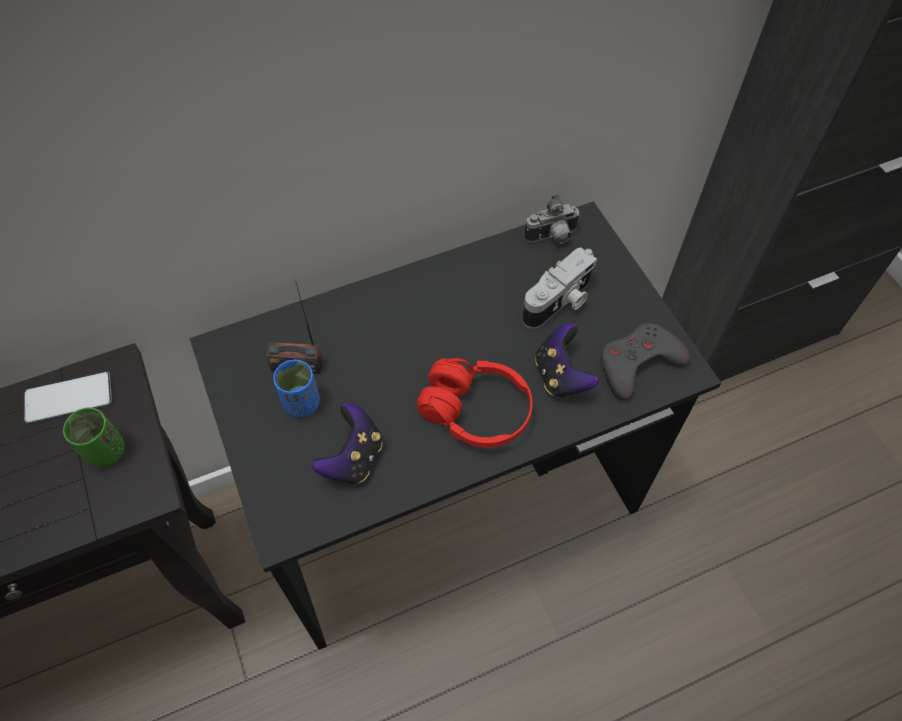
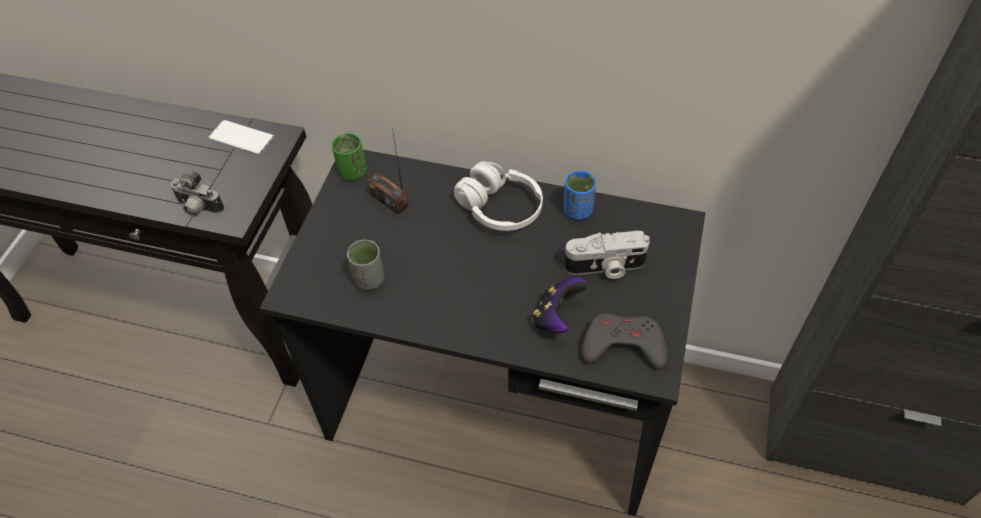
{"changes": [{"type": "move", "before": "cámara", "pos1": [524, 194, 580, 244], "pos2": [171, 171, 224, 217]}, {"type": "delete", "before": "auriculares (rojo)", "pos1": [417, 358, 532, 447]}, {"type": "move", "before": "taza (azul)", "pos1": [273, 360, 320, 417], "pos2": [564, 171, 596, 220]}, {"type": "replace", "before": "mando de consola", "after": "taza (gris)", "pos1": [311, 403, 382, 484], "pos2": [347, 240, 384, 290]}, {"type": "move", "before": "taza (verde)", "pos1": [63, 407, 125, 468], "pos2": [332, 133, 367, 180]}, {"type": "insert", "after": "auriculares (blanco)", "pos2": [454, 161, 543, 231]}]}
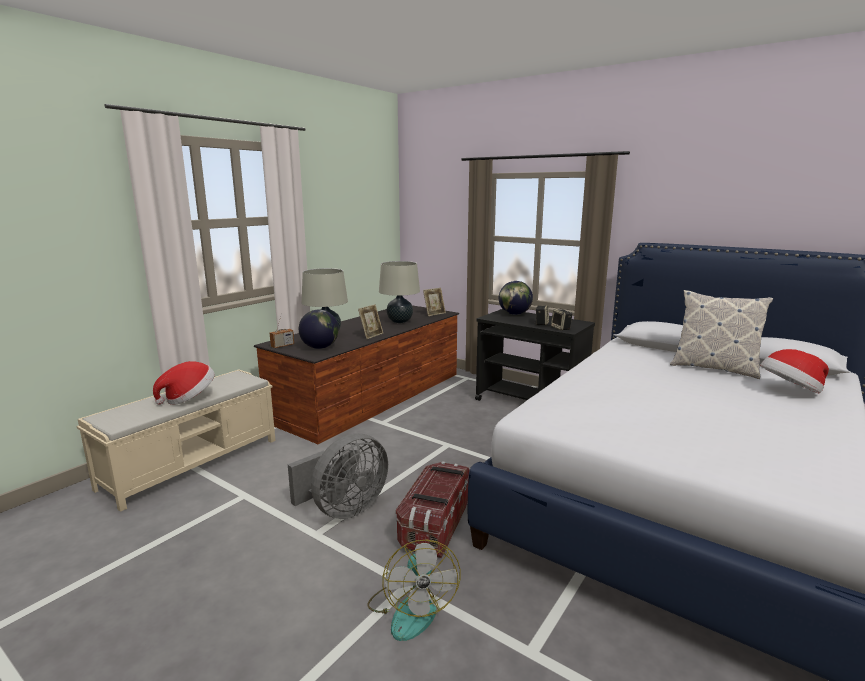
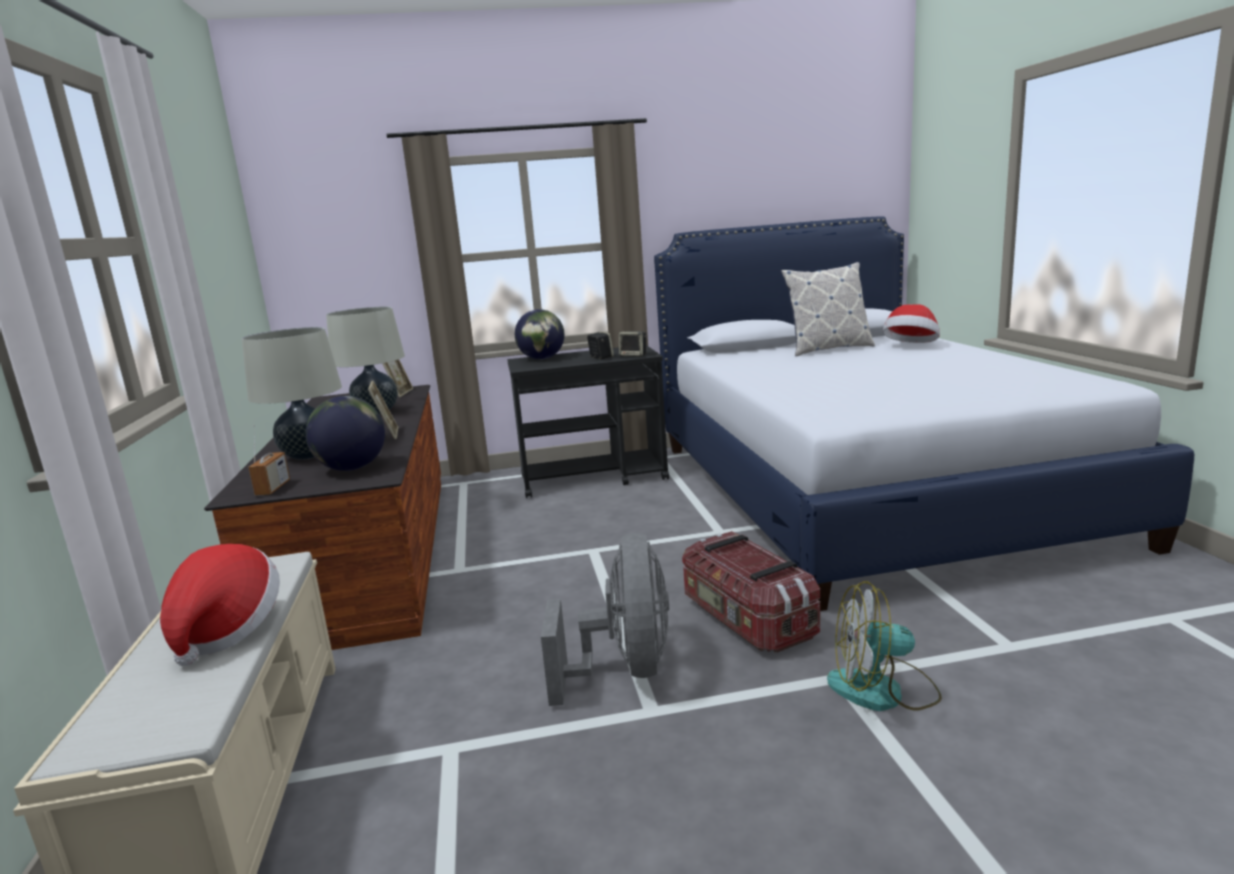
{"changes": [{"type": "rotate", "before": "ventilador", "pos1": [367, 540, 461, 641], "pos2": [827, 581, 942, 711], "turn": 150}]}
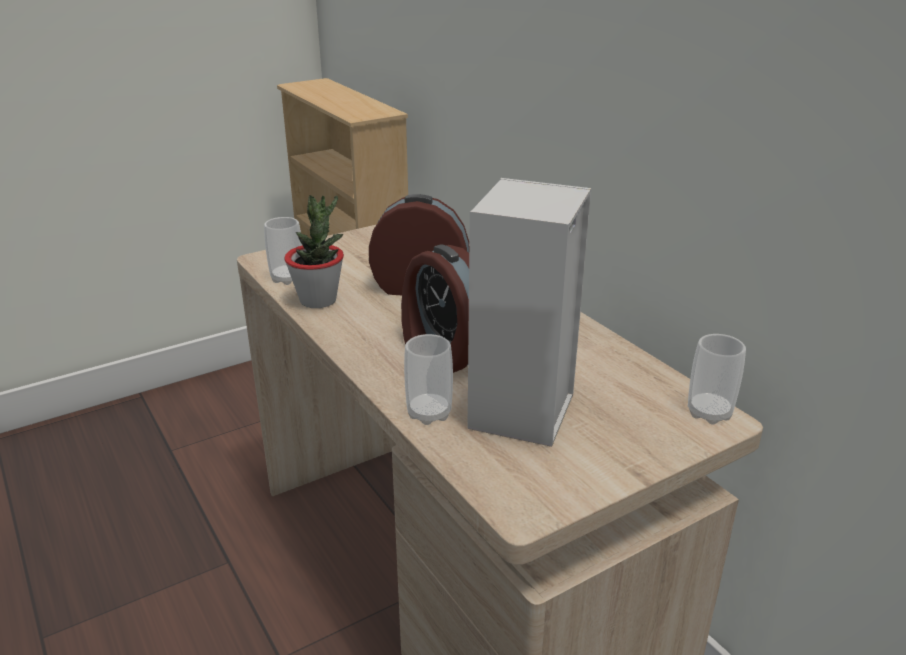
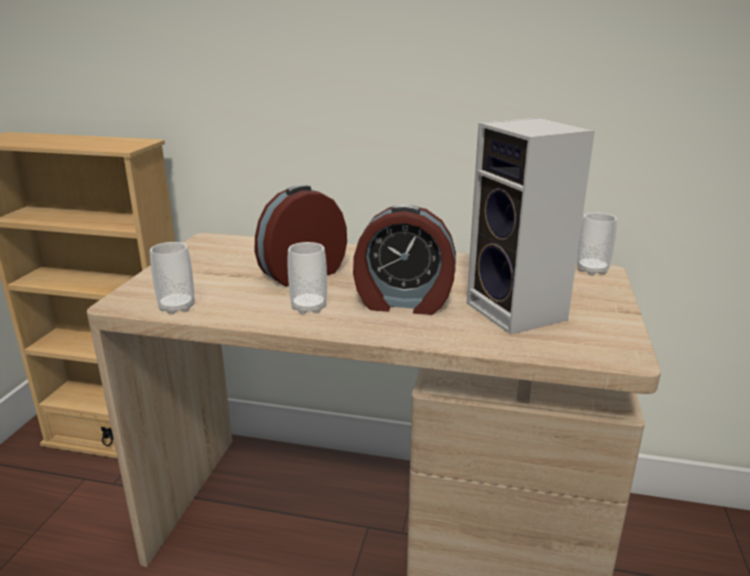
{"changes": [{"type": "delete", "before": "planta en maceta", "pos1": [284, 195, 344, 308]}, {"type": "move", "before": "taza", "pos1": [404, 334, 453, 425], "pos2": [287, 242, 327, 314]}]}
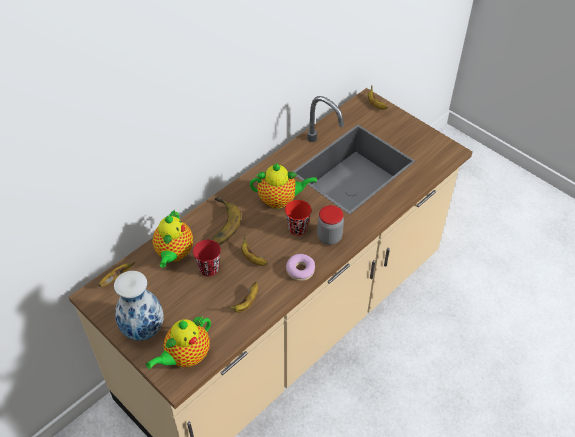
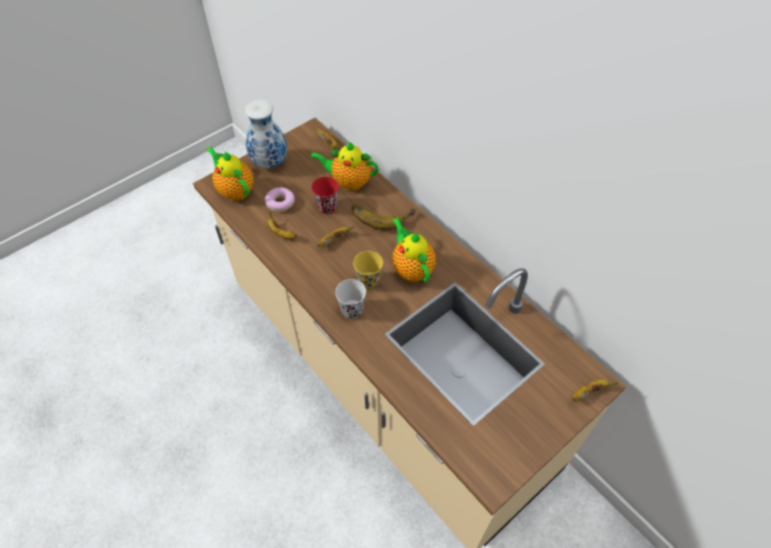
{"changes": [{"type": "rotate", "before": "tetera", "pos1": [250, 163, 317, 209], "pos2": [392, 218, 436, 282], "turn": 150}, {"type": "recolor", "before": "taza (rojo)", "after": "taza (amarillo)", "pos1": [285, 200, 311, 235], "pos2": [353, 251, 383, 290]}, {"type": "replace", "before": "tarro", "after": "taza (negro)", "pos1": [317, 205, 344, 245], "pos2": [335, 279, 366, 319]}, {"type": "move", "before": "rosquilla", "pos1": [286, 254, 315, 281], "pos2": [265, 187, 295, 212]}]}
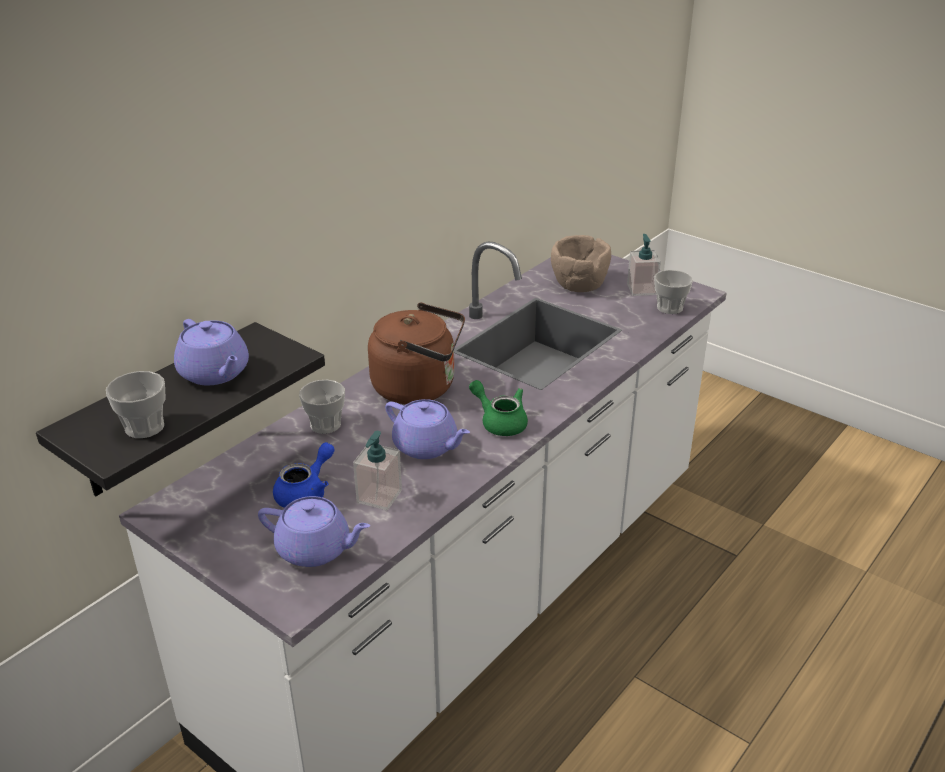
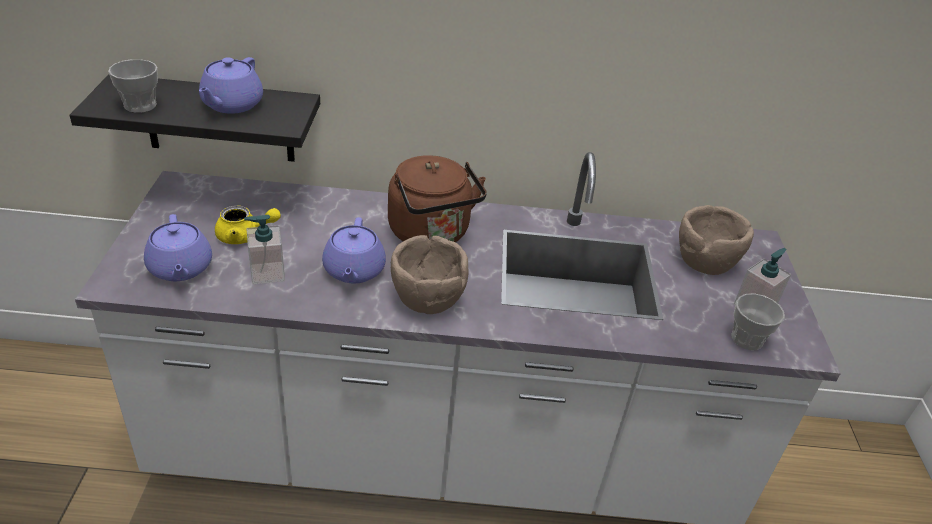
{"changes": [{"type": "delete", "before": "taza", "pos1": [299, 380, 345, 434]}, {"type": "replace", "before": "tetera (verde)", "after": "cuenco (marrón)", "pos1": [469, 380, 528, 436], "pos2": [391, 235, 469, 314]}, {"type": "recolor", "before": "tetera (azul)", "after": "tetera (amarillo)", "pos1": [273, 442, 334, 508], "pos2": [215, 205, 281, 244]}]}
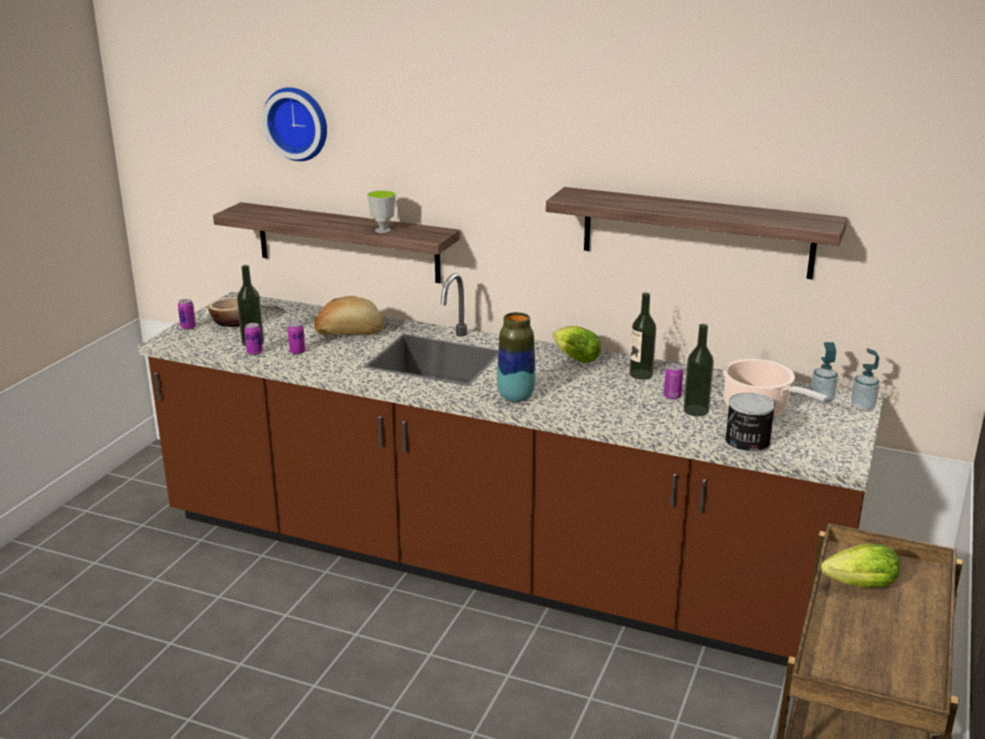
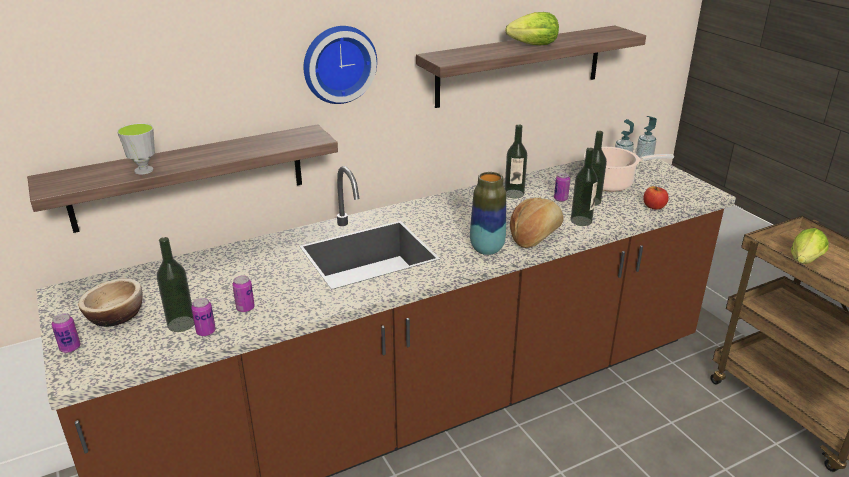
{"changes": [{"type": "move", "before": "reloj de pared", "pos1": [262, 87, 327, 161], "pos2": [304, 26, 377, 104]}, {"type": "move", "before": "taza", "pos1": [367, 190, 396, 233], "pos2": [117, 123, 155, 175]}, {"type": "move", "before": "pan", "pos1": [314, 296, 384, 335], "pos2": [510, 198, 564, 248]}, {"type": "move", "before": "lechuga", "pos1": [553, 326, 601, 363], "pos2": [505, 12, 559, 45]}, {"type": "replace", "before": "lata", "after": "manzana", "pos1": [725, 393, 775, 454], "pos2": [643, 186, 669, 210]}, {"type": "insert", "after": "botella", "pos2": [571, 148, 598, 226]}]}
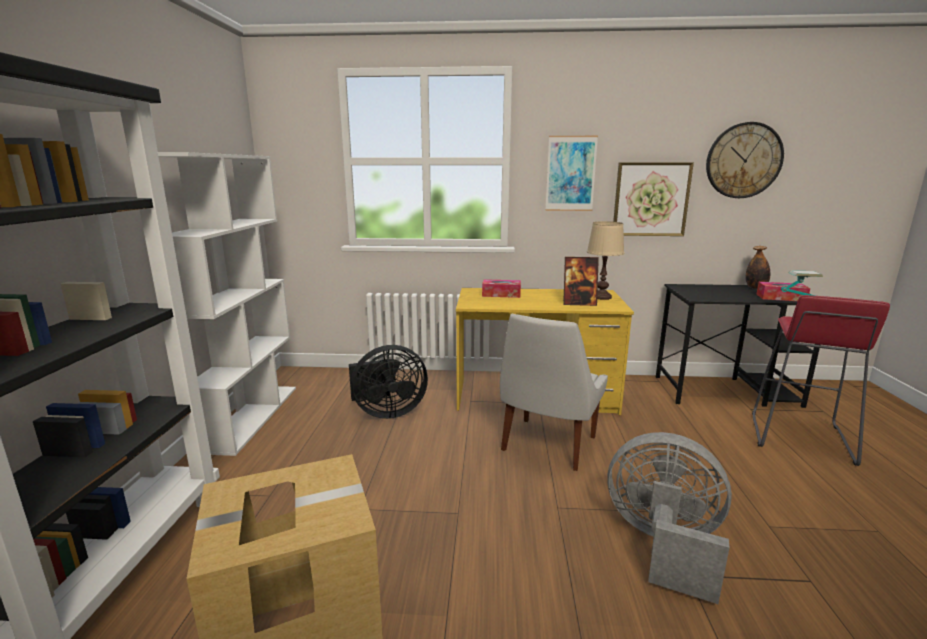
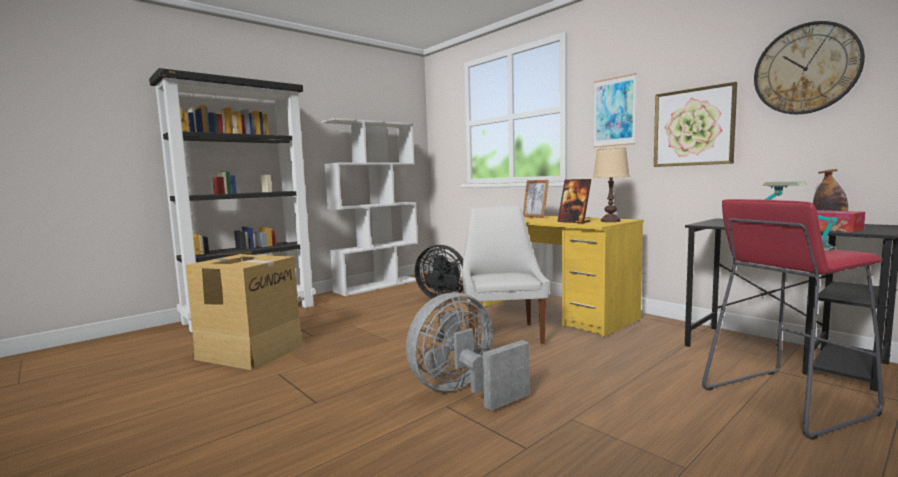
{"changes": [{"type": "replace", "before": "caja de pañuelos", "after": "portarretratos", "pos1": [482, 279, 521, 298], "pos2": [523, 180, 549, 218]}, {"type": "rotate", "before": "silla (blanco)", "pos1": [500, 314, 608, 471], "pos2": [462, 206, 550, 344], "turn": 105}, {"type": "rotate", "before": "ventilador (gris)", "pos1": [608, 432, 732, 604], "pos2": [406, 292, 530, 411], "turn": -105}]}
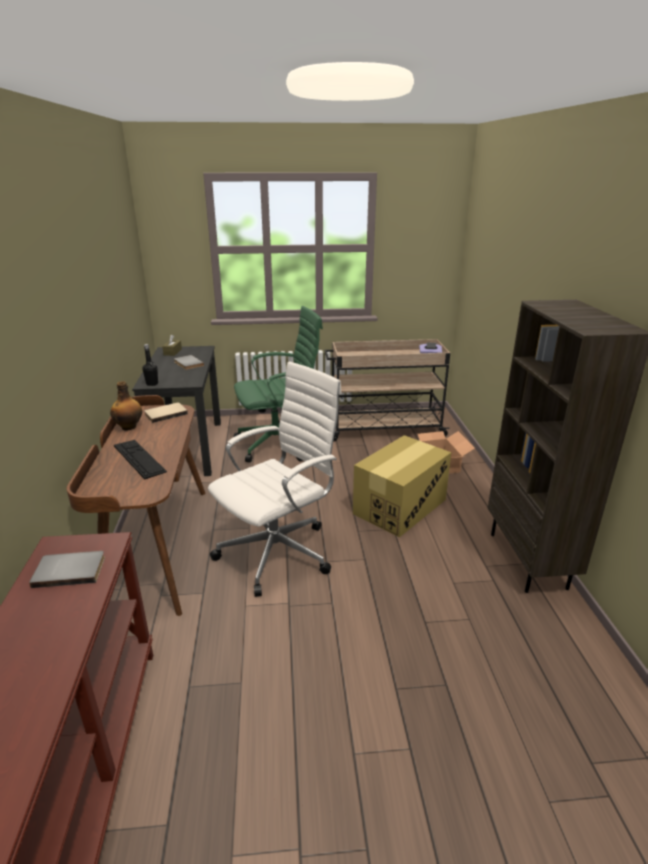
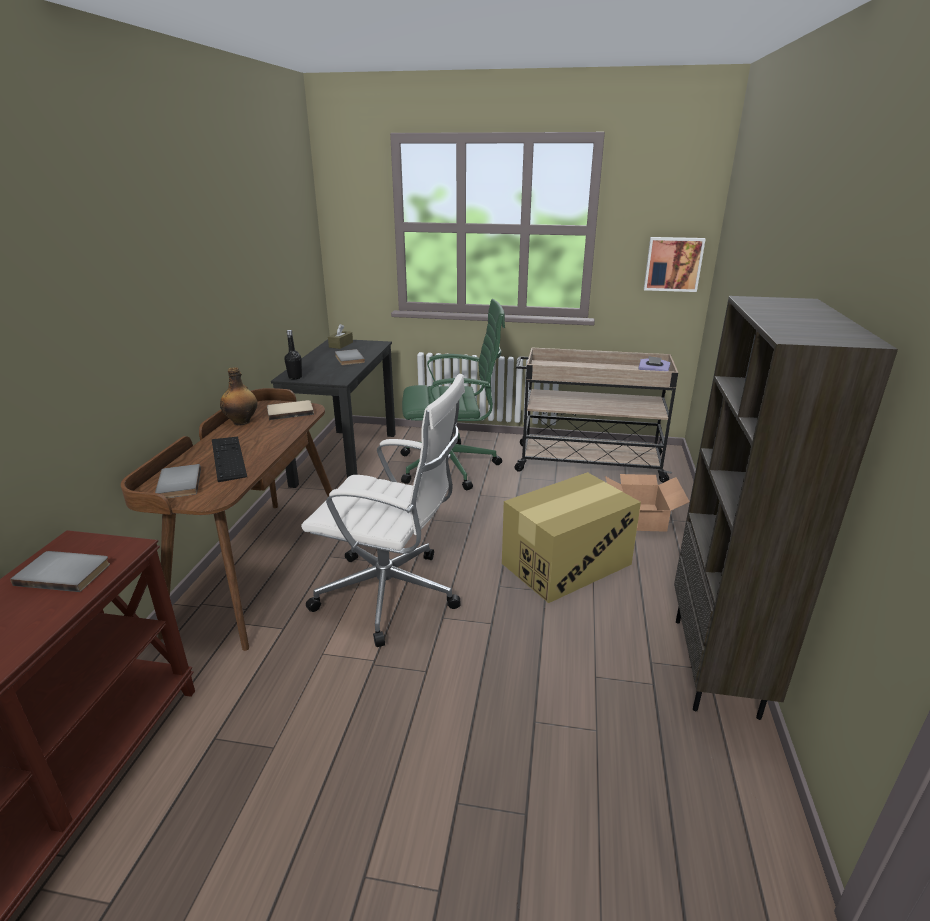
{"changes": [{"type": "rotate", "before": "silla de oficina (blanco)", "pos1": [208, 361, 342, 597], "pos2": [301, 374, 465, 647], "turn": 45}, {"type": "insert", "after": "cuadro", "pos2": [644, 237, 706, 292]}, {"type": "insert", "after": "libro (gris)", "pos2": [155, 464, 201, 498]}]}
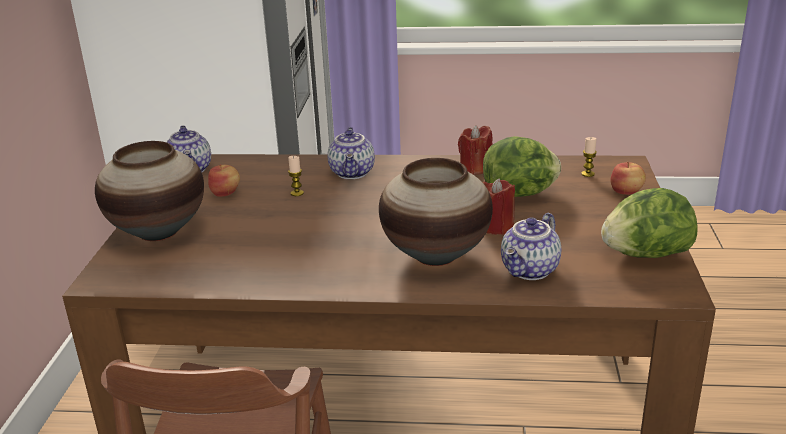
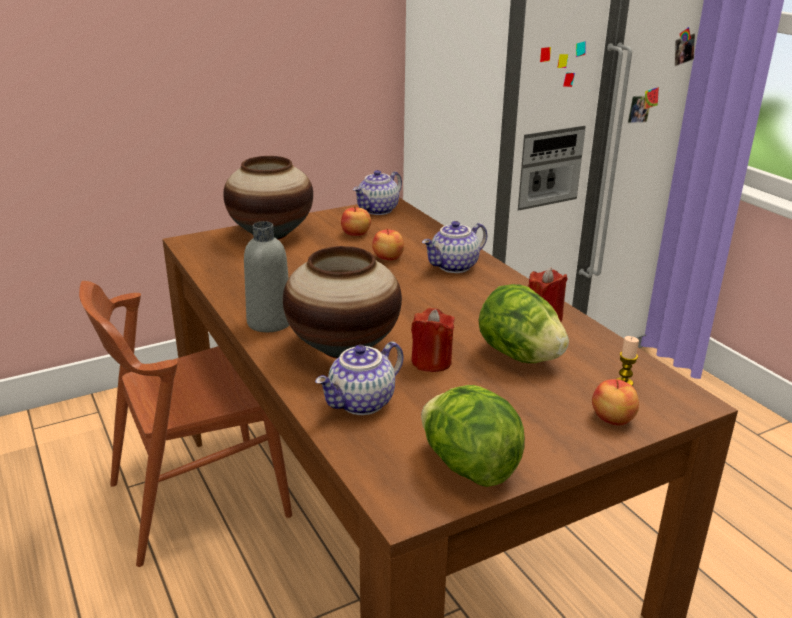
{"changes": [{"type": "replace", "before": "vela", "after": "manzana", "pos1": [288, 156, 304, 196], "pos2": [372, 228, 404, 260]}, {"type": "rotate", "before": "tetera", "pos1": [501, 213, 561, 280], "pos2": [315, 341, 404, 415], "turn": -45}, {"type": "insert", "after": "botella (gris)", "pos2": [244, 221, 289, 332]}]}
